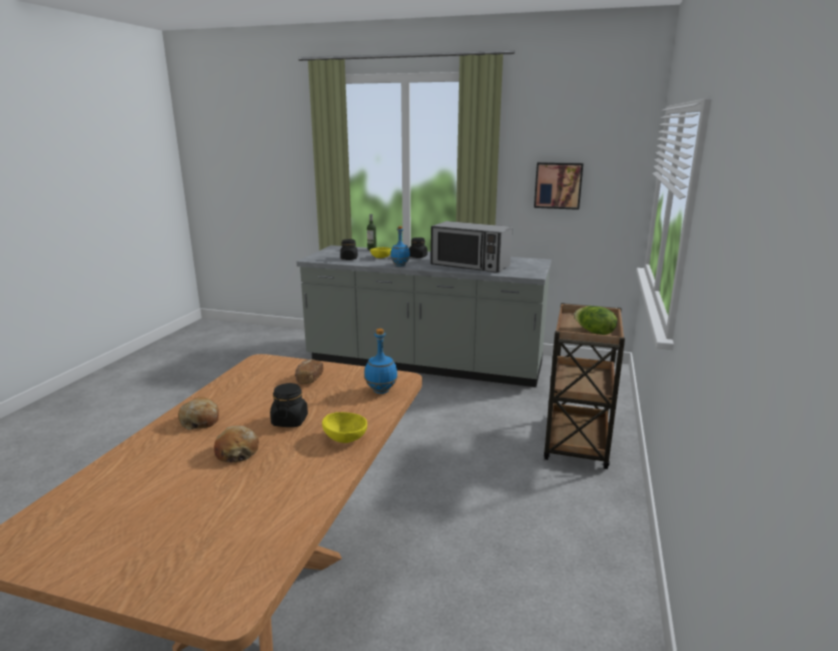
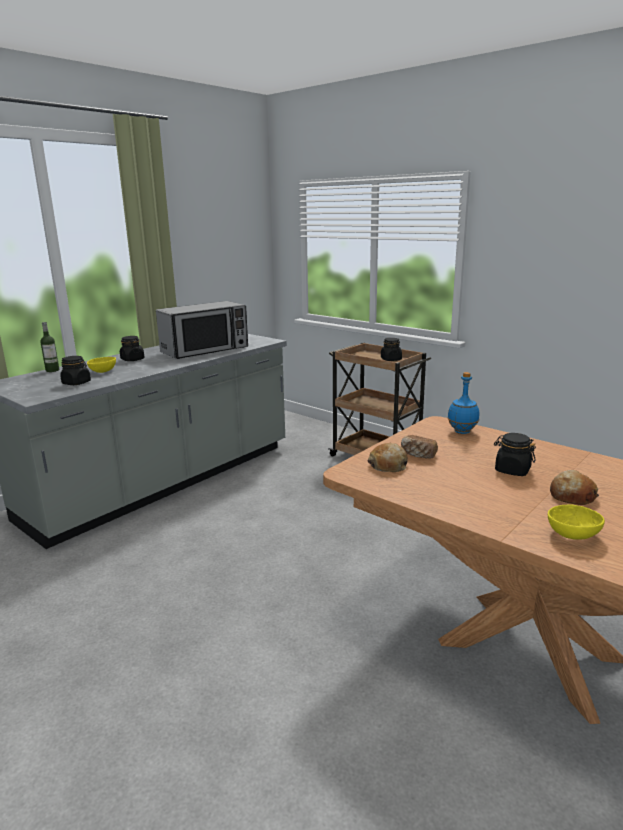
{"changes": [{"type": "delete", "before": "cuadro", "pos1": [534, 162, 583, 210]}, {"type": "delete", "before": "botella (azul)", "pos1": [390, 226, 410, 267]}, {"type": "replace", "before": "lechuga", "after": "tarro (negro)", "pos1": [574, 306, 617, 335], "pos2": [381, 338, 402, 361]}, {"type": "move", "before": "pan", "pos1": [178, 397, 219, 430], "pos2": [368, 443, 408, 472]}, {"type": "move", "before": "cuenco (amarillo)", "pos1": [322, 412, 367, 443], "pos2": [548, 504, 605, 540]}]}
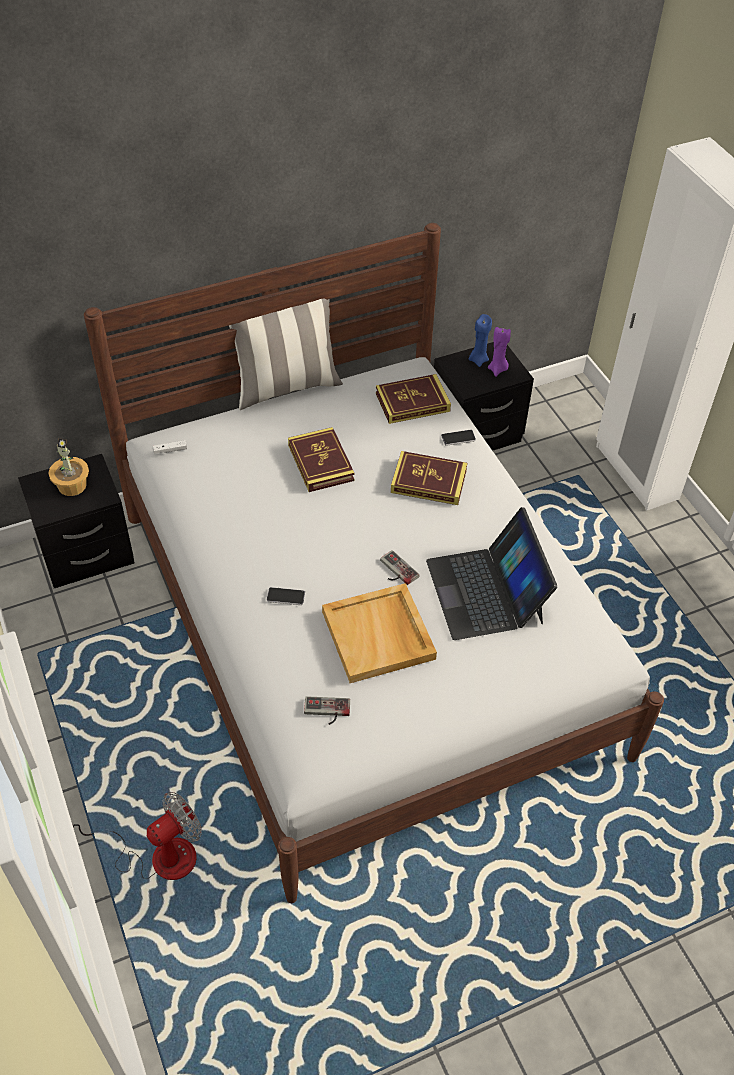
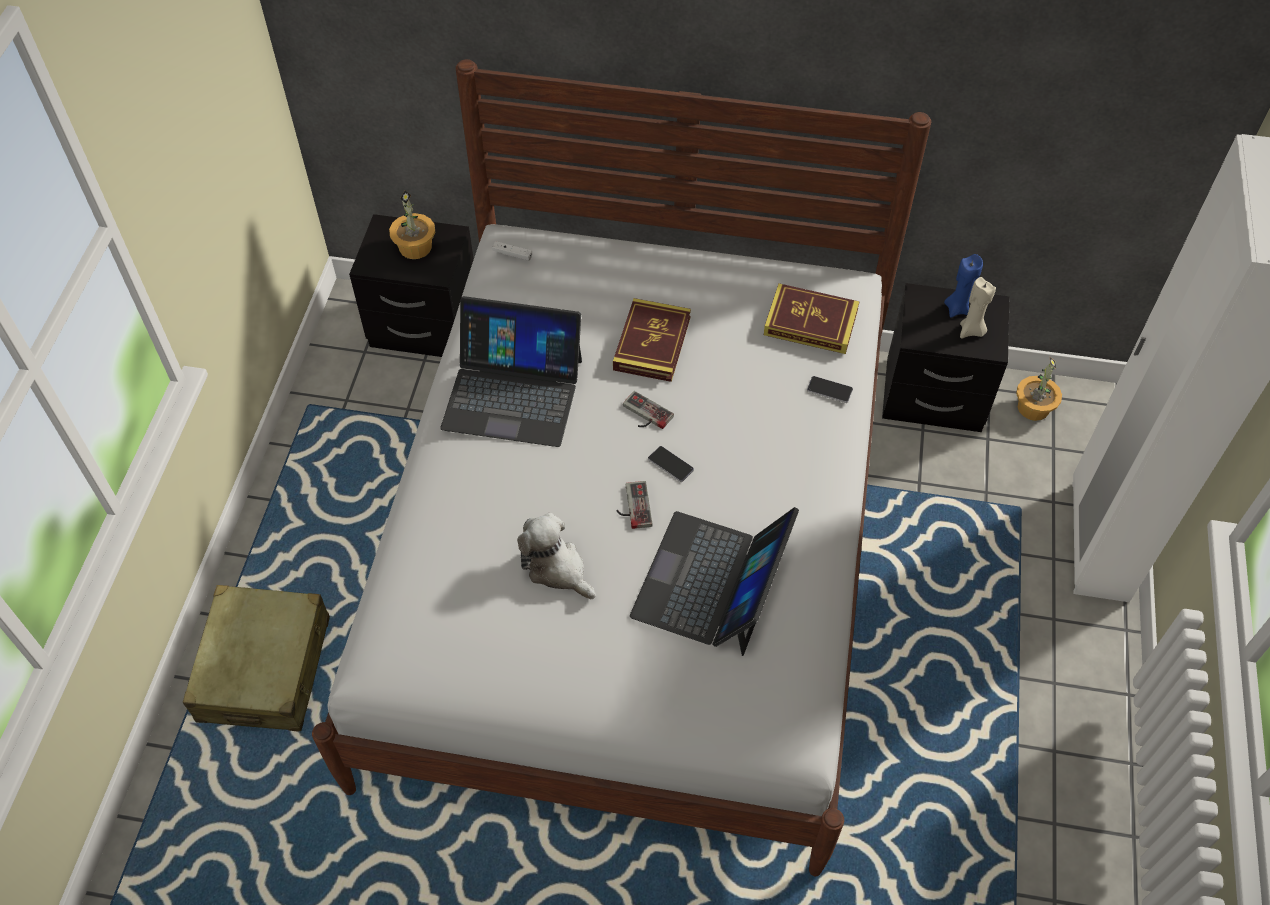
{"changes": [{"type": "delete", "before": "cojín", "pos1": [229, 298, 343, 410]}, {"type": "recolor", "before": "vela (morado)", "after": "vela (beis)", "pos1": [488, 327, 511, 377], "pos2": [960, 277, 996, 338]}, {"type": "delete", "before": "libro", "pos1": [391, 451, 467, 505]}, {"type": "replace", "before": "bandeja (beis)", "after": "peluche", "pos1": [322, 583, 437, 683], "pos2": [517, 513, 596, 599]}, {"type": "move", "before": "móvil", "pos1": [267, 587, 305, 605], "pos2": [648, 446, 694, 482]}, {"type": "move", "before": "mando de consola", "pos1": [304, 696, 350, 725], "pos2": [623, 391, 674, 429]}, {"type": "replace", "before": "ventilador", "after": "maleta (beis)", "pos1": [73, 792, 202, 880], "pos2": [183, 585, 330, 731]}, {"type": "insert", "after": "portátil", "pos2": [440, 296, 582, 447]}, {"type": "insert", "after": "planta en maceta", "pos2": [1016, 357, 1062, 421]}]}
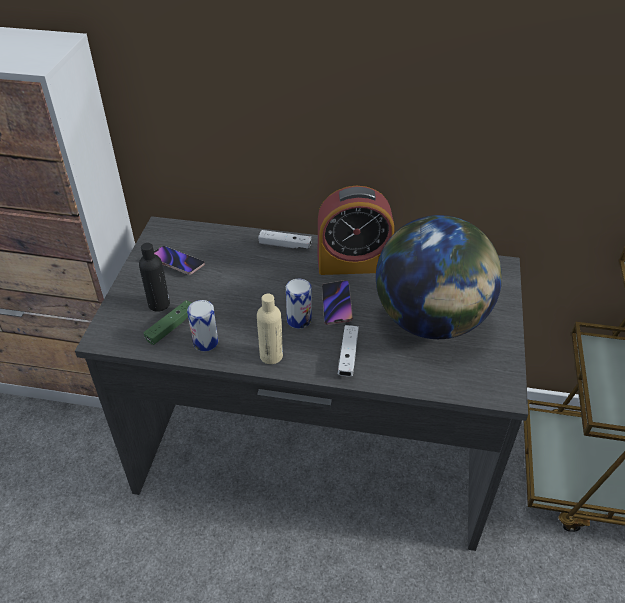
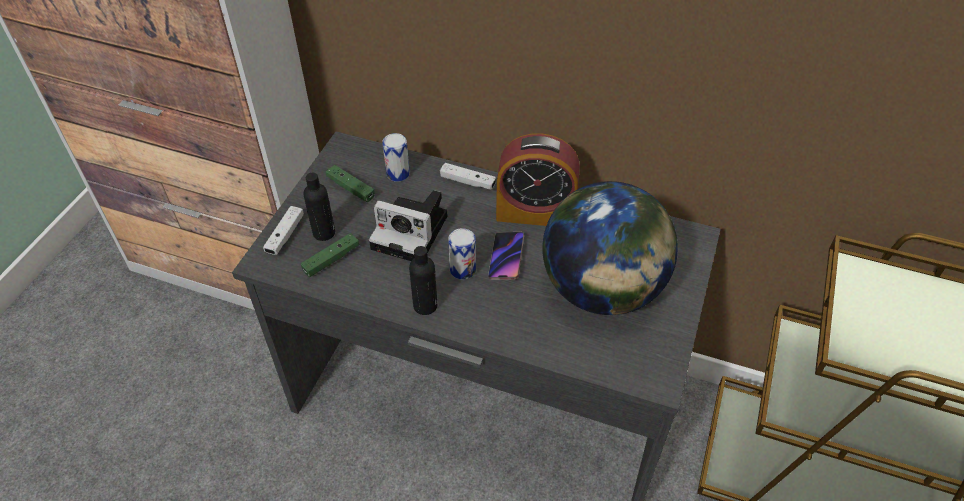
{"changes": [{"type": "replace", "before": "móvil", "after": "mando de consola (verde)", "pos1": [154, 246, 205, 275], "pos2": [326, 165, 375, 202]}, {"type": "recolor", "before": "botella (beis)", "after": "botella (negro)", "pos1": [257, 294, 283, 364], "pos2": [409, 246, 437, 315]}, {"type": "move", "before": "lata", "pos1": [187, 300, 218, 351], "pos2": [382, 133, 410, 182]}, {"type": "move", "before": "mando de consola (blanco)", "pos1": [338, 325, 359, 377], "pos2": [263, 206, 304, 255]}, {"type": "insert", "after": "cámara", "pos2": [369, 190, 447, 261]}]}
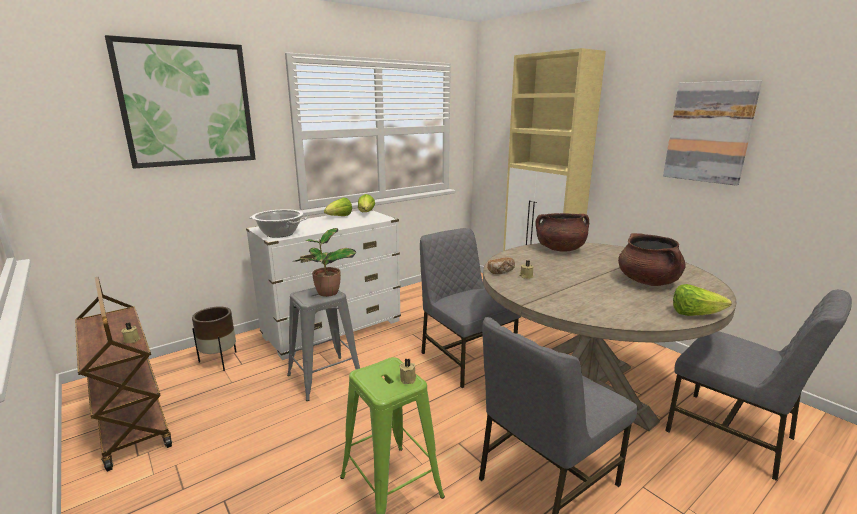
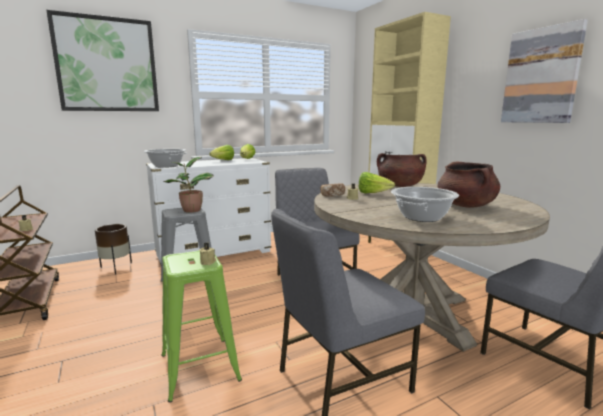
{"changes": [{"type": "move", "before": "lechuga", "pos1": [673, 284, 732, 316], "pos2": [359, 172, 395, 193]}, {"type": "insert", "after": "olla", "pos2": [391, 187, 459, 222]}]}
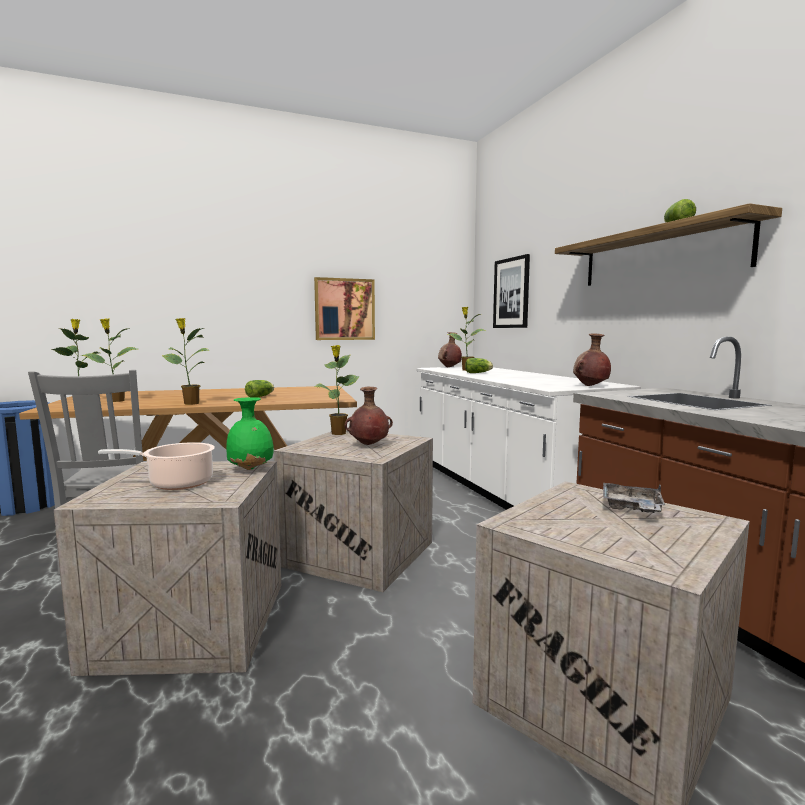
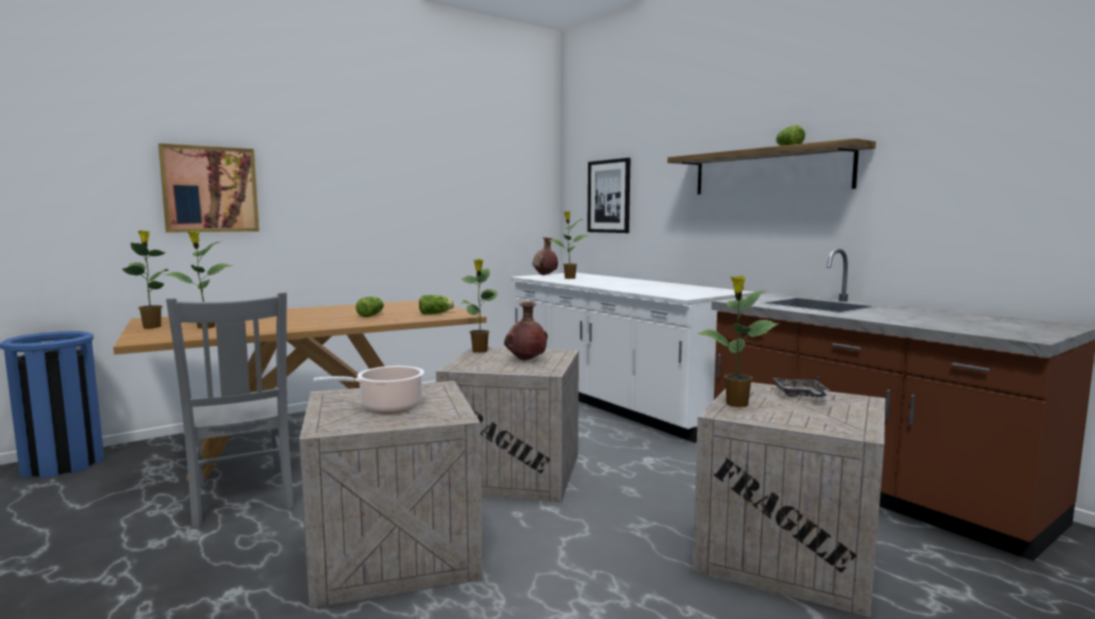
{"changes": [{"type": "move", "before": "cuadro", "pos1": [314, 277, 375, 340], "pos2": [158, 143, 259, 233]}, {"type": "move", "before": "planta en maceta", "pos1": [162, 318, 209, 405], "pos2": [697, 276, 779, 407]}, {"type": "delete", "before": "florero (marrón)", "pos1": [573, 333, 611, 386]}, {"type": "move", "before": "lechuga", "pos1": [465, 358, 493, 373], "pos2": [419, 295, 454, 314]}, {"type": "delete", "before": "florero (verde)", "pos1": [226, 397, 273, 470]}]}
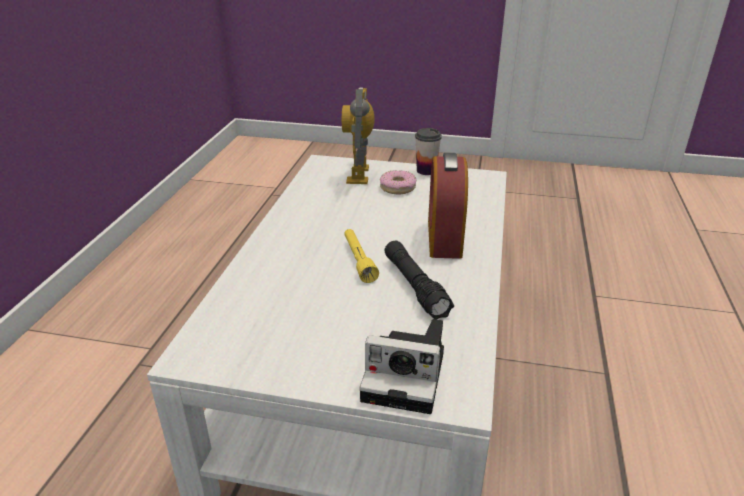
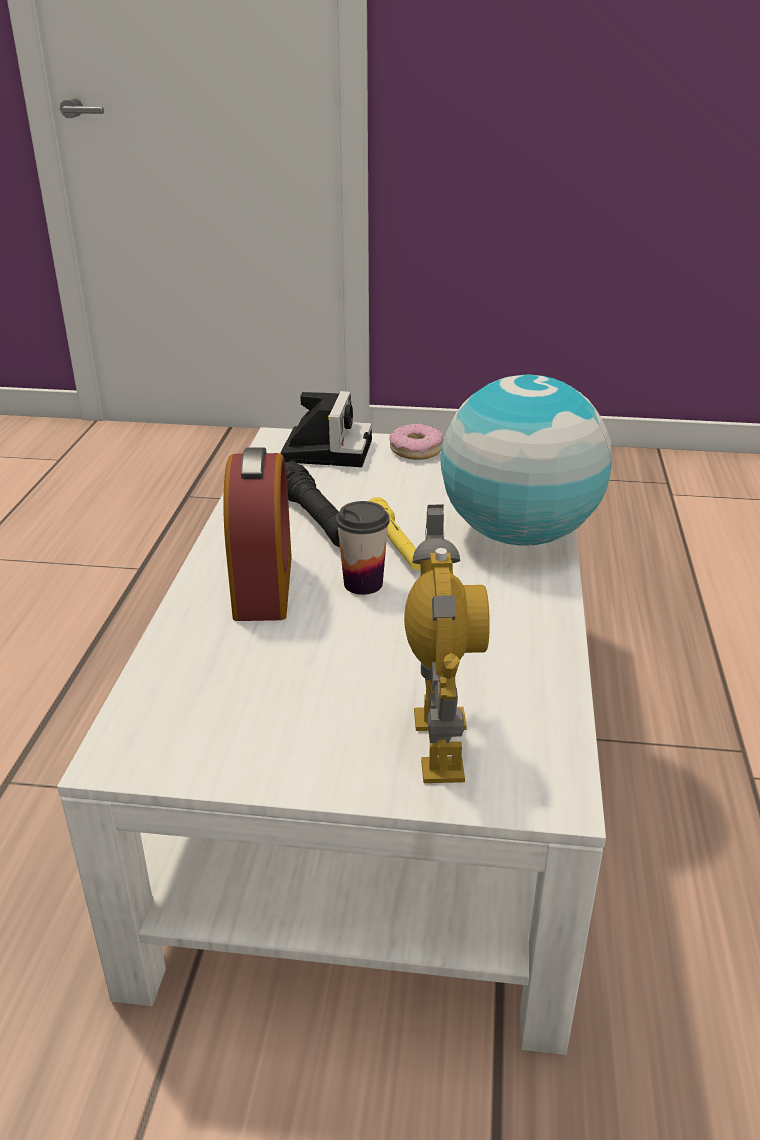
{"changes": [{"type": "move", "before": "taza", "pos1": [415, 128, 442, 175], "pos2": [336, 501, 390, 595]}, {"type": "move", "before": "rosquilla", "pos1": [380, 170, 417, 194], "pos2": [389, 423, 444, 460]}, {"type": "rotate", "before": "cámara", "pos1": [359, 319, 444, 414], "pos2": [280, 391, 372, 467], "turn": 90}, {"type": "insert", "after": "globo terráqueo", "pos2": [440, 374, 612, 546]}]}
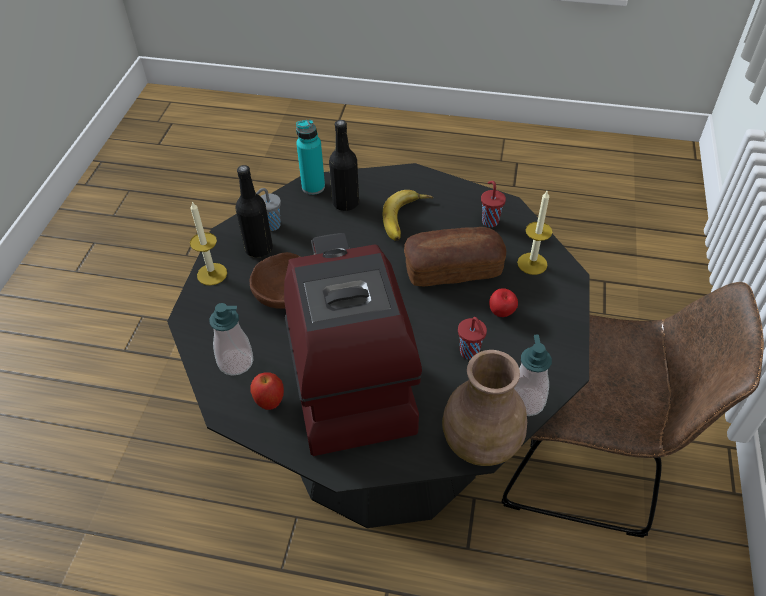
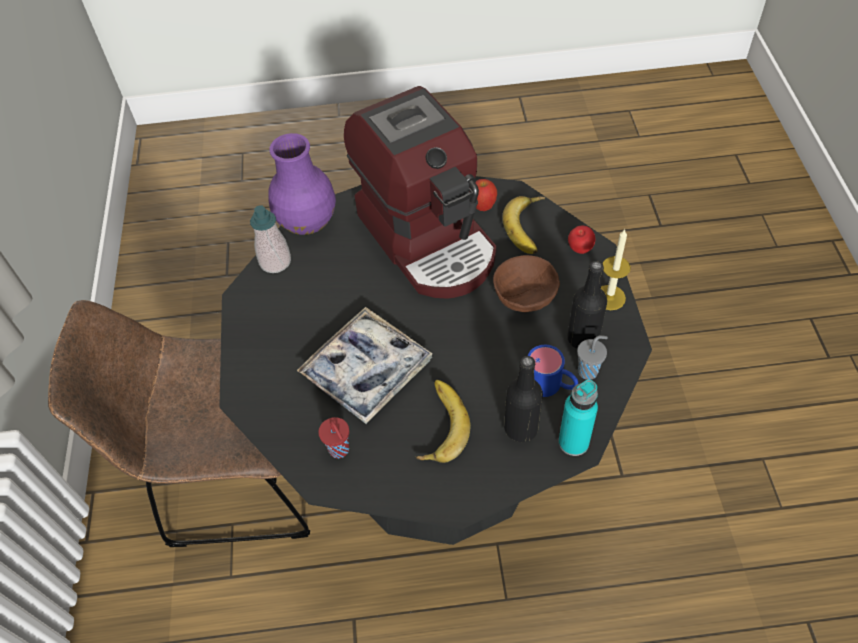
{"changes": [{"type": "delete", "before": "vela", "pos1": [517, 191, 552, 275]}, {"type": "replace", "before": "pan", "after": "bandeja", "pos1": [404, 227, 506, 286], "pos2": [297, 307, 432, 424]}, {"type": "move", "before": "manzana", "pos1": [489, 288, 518, 317], "pos2": [568, 226, 595, 254]}, {"type": "replace", "before": "dispensador de jabón", "after": "plátano", "pos1": [209, 303, 253, 376], "pos2": [502, 196, 545, 254]}, {"type": "delete", "before": "taza (rojo)", "pos1": [458, 317, 487, 360]}, {"type": "recolor", "before": "florero (marrón)", "after": "florero (morado)", "pos1": [442, 350, 527, 466], "pos2": [268, 133, 336, 235]}, {"type": "insert", "after": "taza grande (azul)", "pos2": [528, 345, 578, 397]}]}
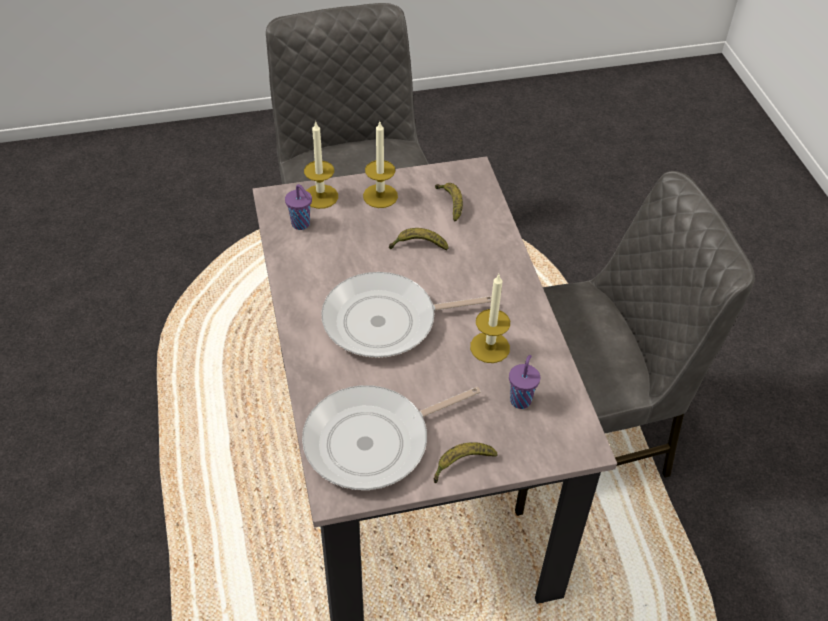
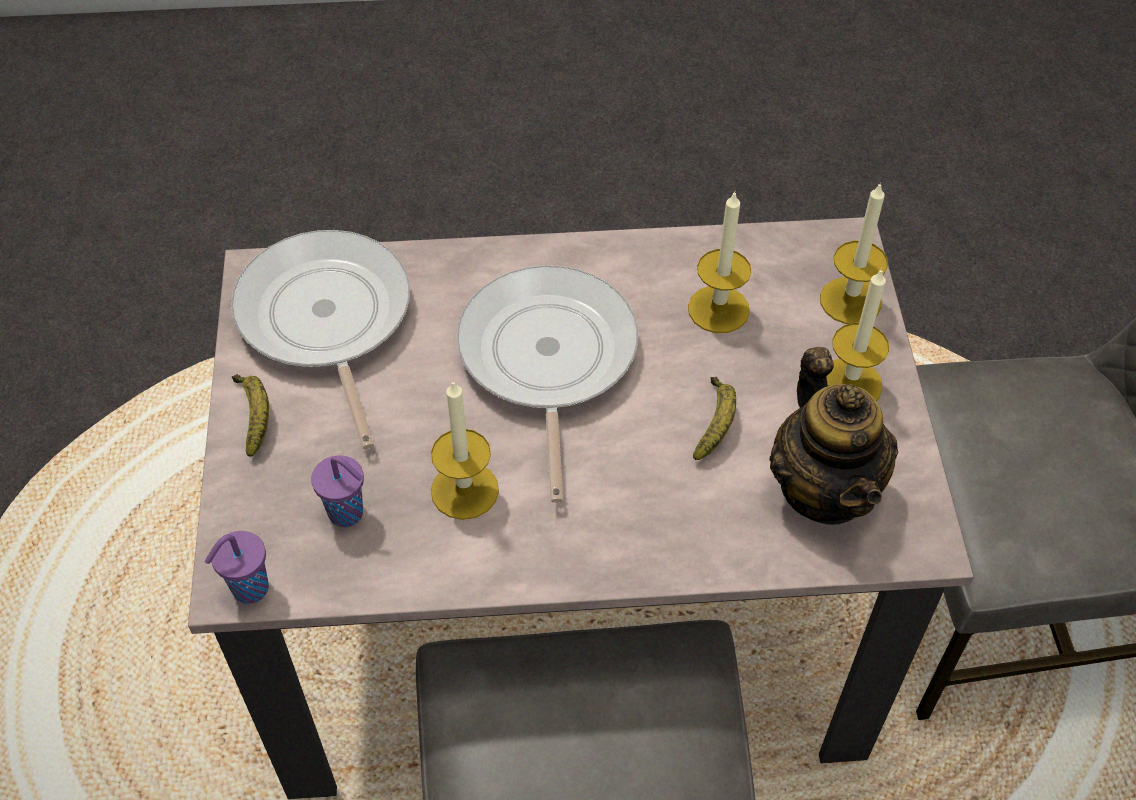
{"changes": [{"type": "replace", "before": "plátano", "after": "tetera", "pos1": [435, 183, 463, 221], "pos2": [770, 347, 898, 525]}, {"type": "move", "before": "taza (morado)", "pos1": [285, 184, 312, 230], "pos2": [205, 531, 269, 604]}, {"type": "insert", "after": "vela", "pos2": [688, 192, 751, 333]}]}
